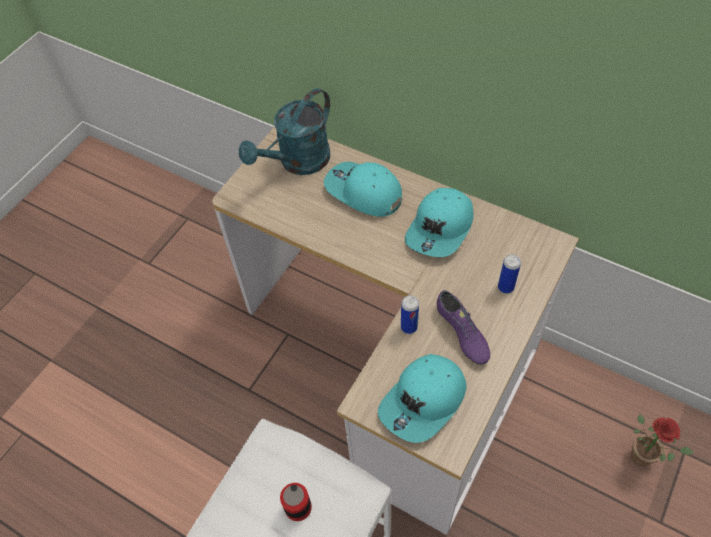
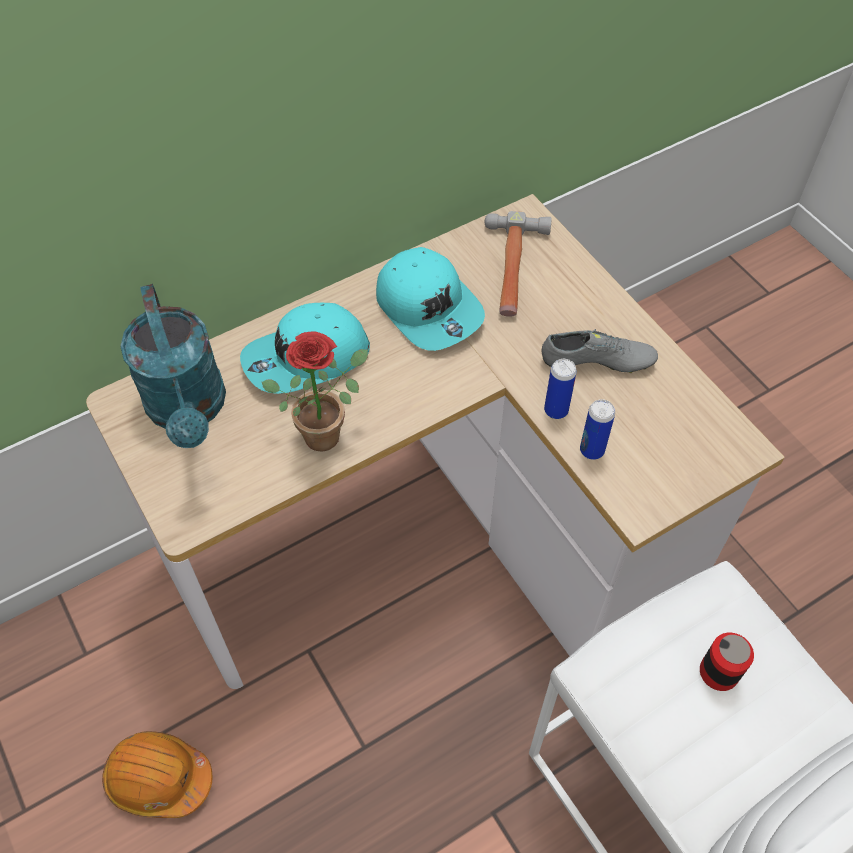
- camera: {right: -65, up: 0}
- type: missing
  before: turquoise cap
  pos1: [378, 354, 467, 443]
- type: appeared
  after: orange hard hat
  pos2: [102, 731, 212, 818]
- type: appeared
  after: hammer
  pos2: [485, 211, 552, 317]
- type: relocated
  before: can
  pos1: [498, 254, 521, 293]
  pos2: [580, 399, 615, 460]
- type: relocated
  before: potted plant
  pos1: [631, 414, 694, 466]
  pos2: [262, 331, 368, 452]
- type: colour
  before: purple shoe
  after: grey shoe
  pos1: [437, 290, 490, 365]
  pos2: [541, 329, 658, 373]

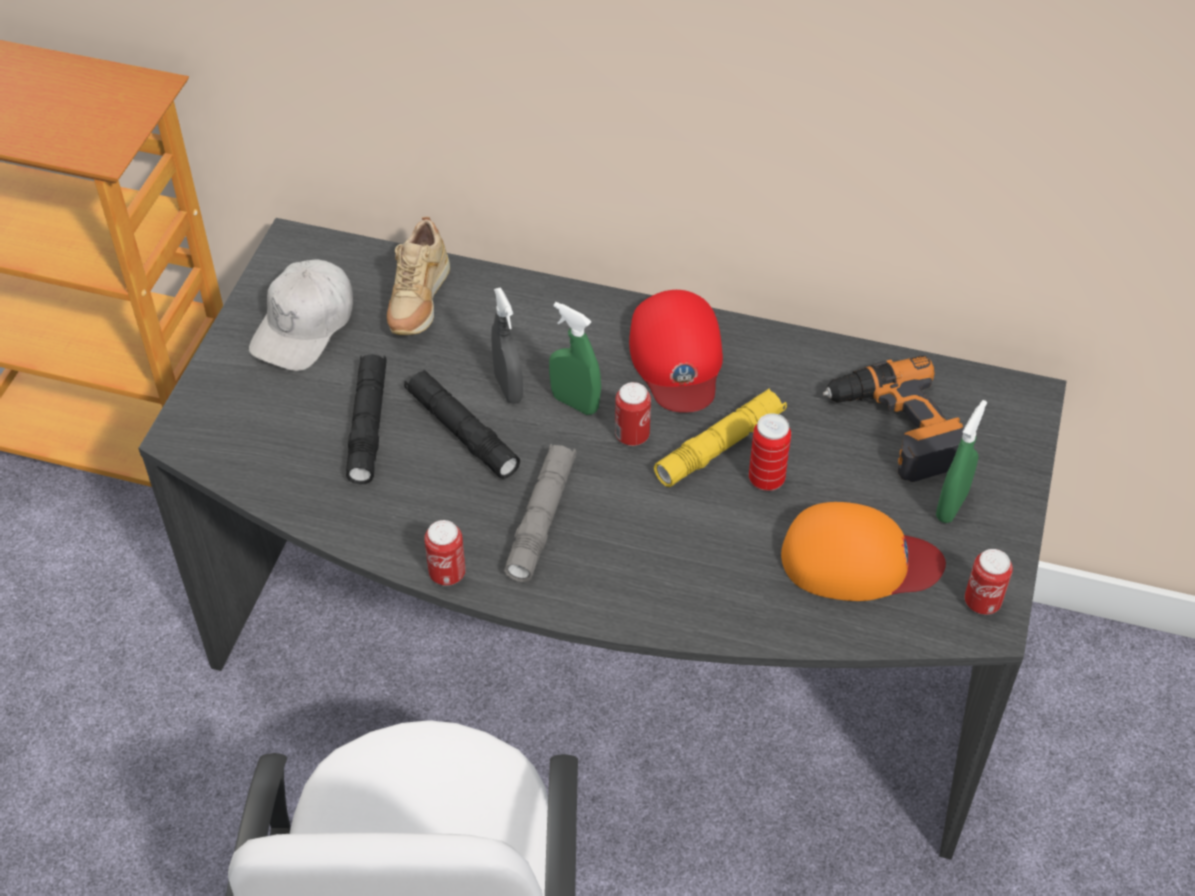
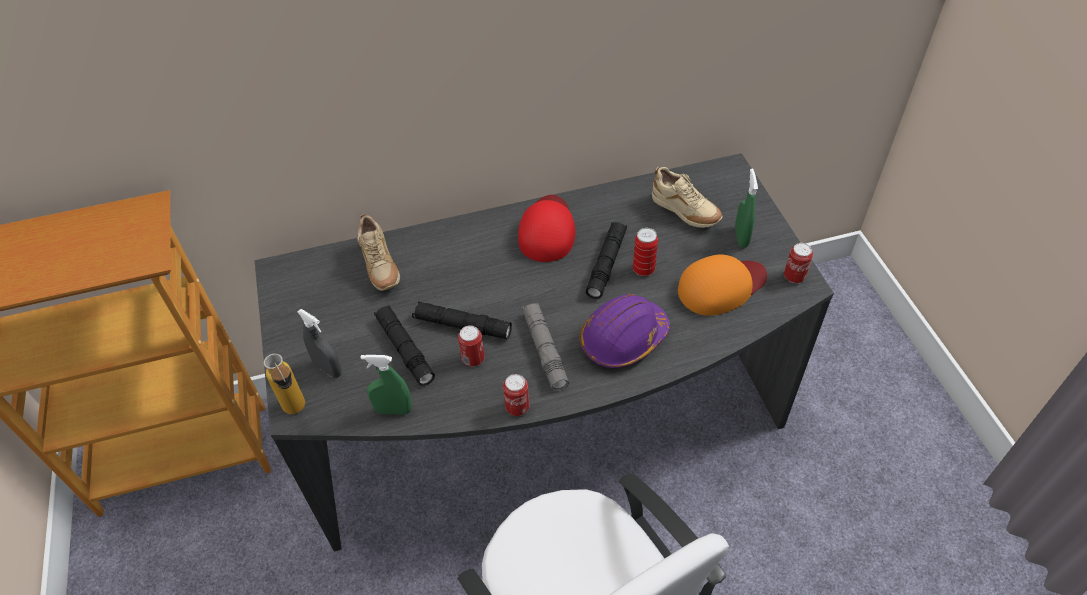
- camera: {right: -30, up: 0}
- type: missing
  before: white cap
  pos1: [249, 259, 353, 371]
- type: appeared
  after: bottle
  pos2: [264, 353, 305, 414]
- type: appeared
  after: purple hard hat
  pos2: [579, 294, 670, 368]
- type: relocated
  before: grey spray bottle
  pos1: [491, 287, 523, 404]
  pos2: [297, 309, 342, 378]
- type: relocated
  before: green spray bottle
  pos1: [549, 302, 601, 415]
  pos2: [361, 355, 412, 415]
- type: relocated
  before: can
  pos1: [615, 382, 651, 446]
  pos2: [458, 325, 485, 367]
- type: exchanged
  before: power drill
  after: beige shoe
  pos1: [823, 355, 965, 482]
  pos2: [652, 167, 723, 228]
- type: colour
  before: yellow flashlight
  after: black flashlight
  pos1: [654, 388, 787, 487]
  pos2: [586, 222, 627, 299]
- type: spun
  before: red cap
  pos1: [629, 290, 723, 413]
  pos2: [518, 195, 576, 262]
  turn: -135

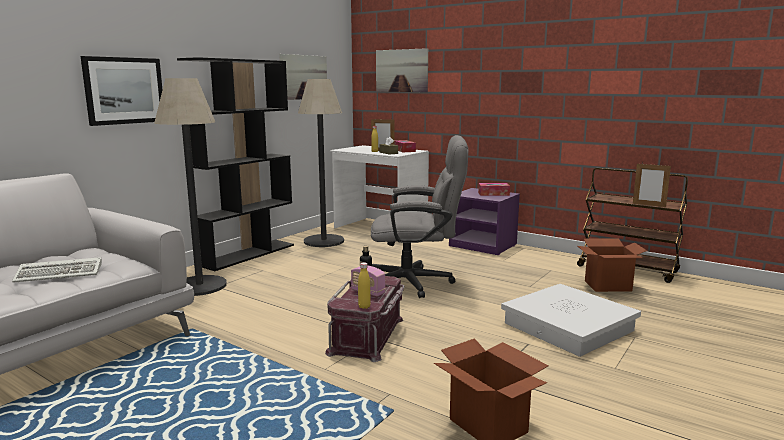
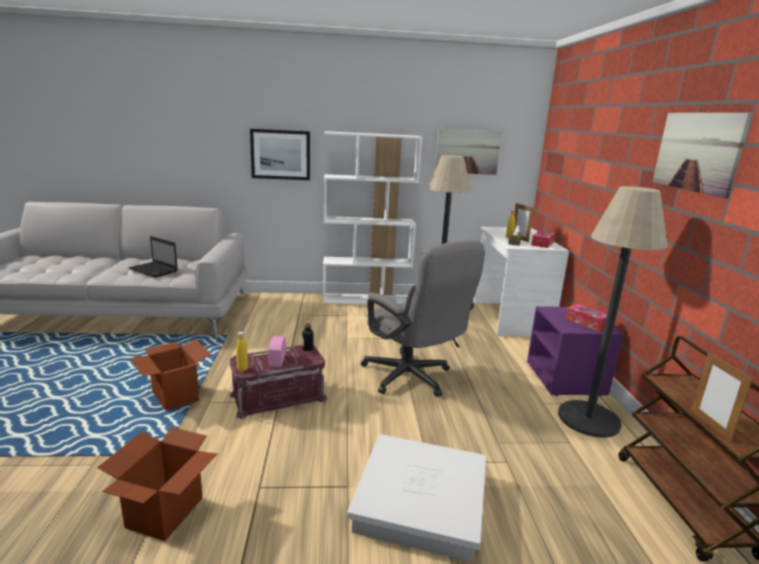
- camera: {right: 50, up: 5}
- type: relocated
  before: floor lamp
  pos1: [154, 78, 227, 296]
  pos2: [558, 186, 668, 438]
- type: relocated
  before: picture
  pos1: [376, 48, 428, 92]
  pos2: [652, 113, 753, 198]
- type: relocated
  before: cardboard box
  pos1: [578, 239, 647, 292]
  pos2: [130, 339, 211, 411]
- type: exchanged
  before: keyboard
  after: laptop
  pos1: [12, 257, 102, 283]
  pos2: [128, 236, 178, 278]
- type: colour
  before: black bookcase
  after: white bookcase
  pos1: [177, 57, 294, 271]
  pos2: [323, 131, 422, 305]

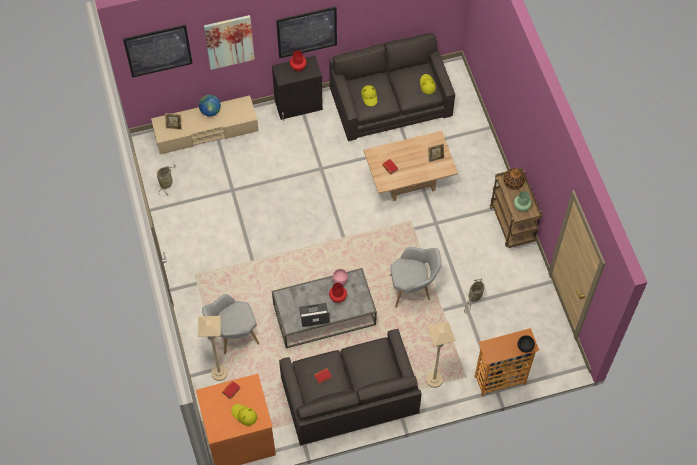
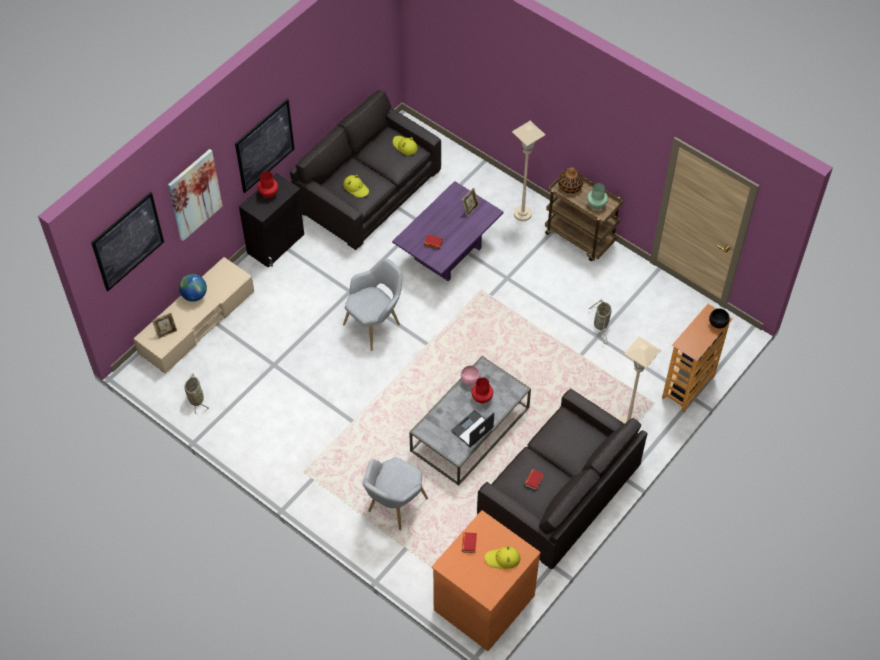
- camera: {right: -35, up: -5}
- type: relocated
  before: beige floor lamp
  pos1: [198, 316, 228, 381]
  pos2: [512, 121, 545, 221]
- type: relocated
  before: grey armchair
  pos1: [390, 247, 442, 308]
  pos2: [343, 259, 403, 351]
- type: colour
  before: beige coffee table
  after: purple coffee table
  pos1: [364, 131, 458, 201]
  pos2: [392, 181, 504, 281]

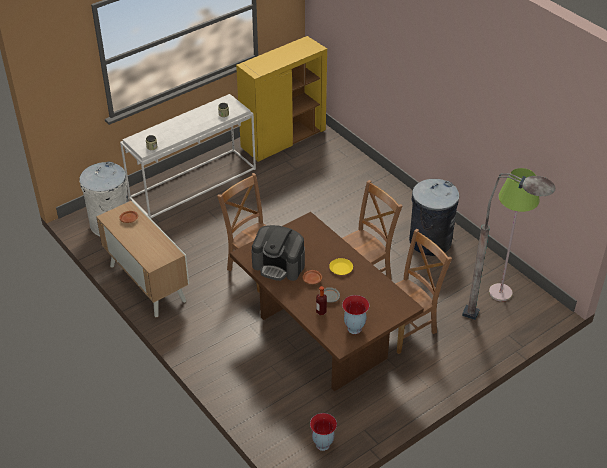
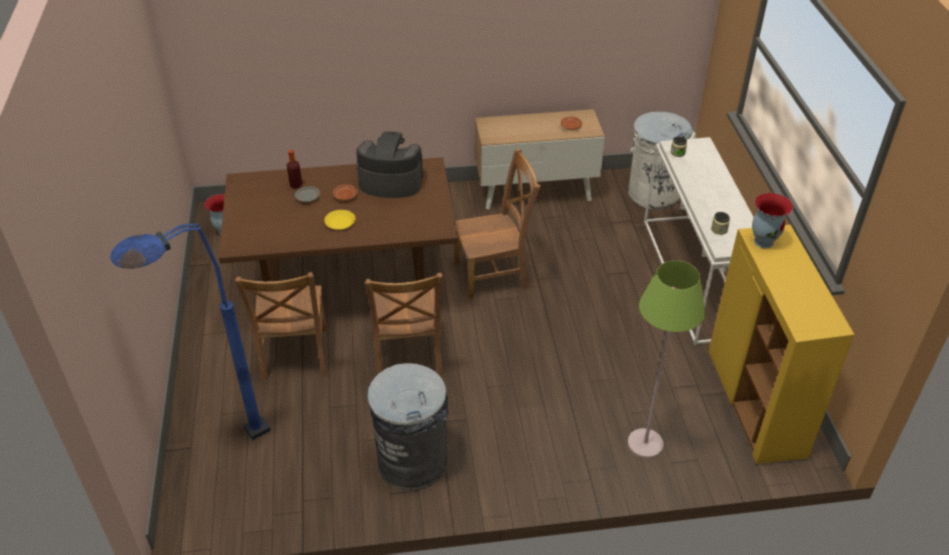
- camera: {right: 120, up: 0}
- type: relocated
  before: vase
  pos1: [342, 295, 369, 334]
  pos2: [752, 193, 793, 248]
- type: relocated
  before: green floor lamp
  pos1: [489, 168, 540, 301]
  pos2: [628, 260, 705, 459]
- type: colour
  before: grey floor lamp
  after: blue floor lamp
  pos1: [462, 173, 555, 320]
  pos2: [110, 223, 271, 440]
- type: spun
  before: coffee machine
  pos1: [251, 225, 305, 281]
  pos2: [356, 131, 423, 198]
  turn: 45

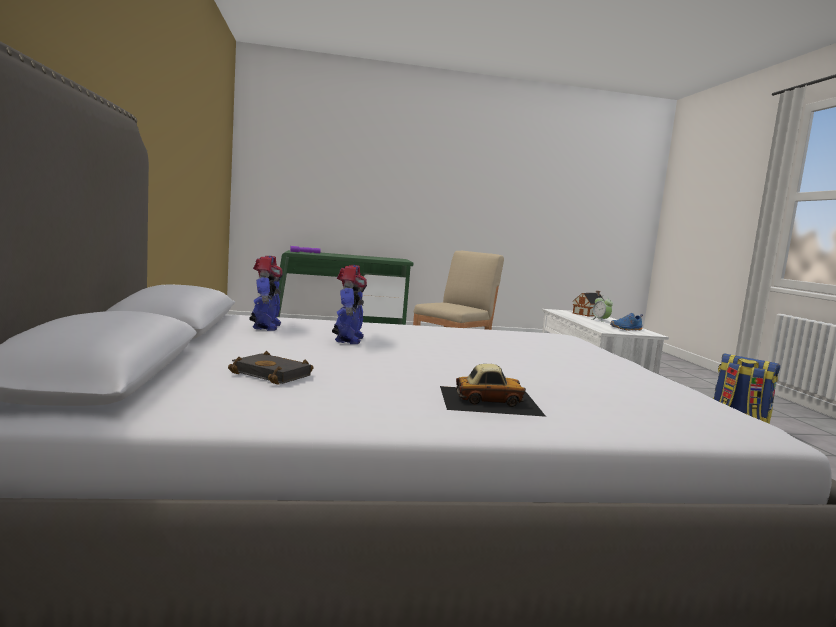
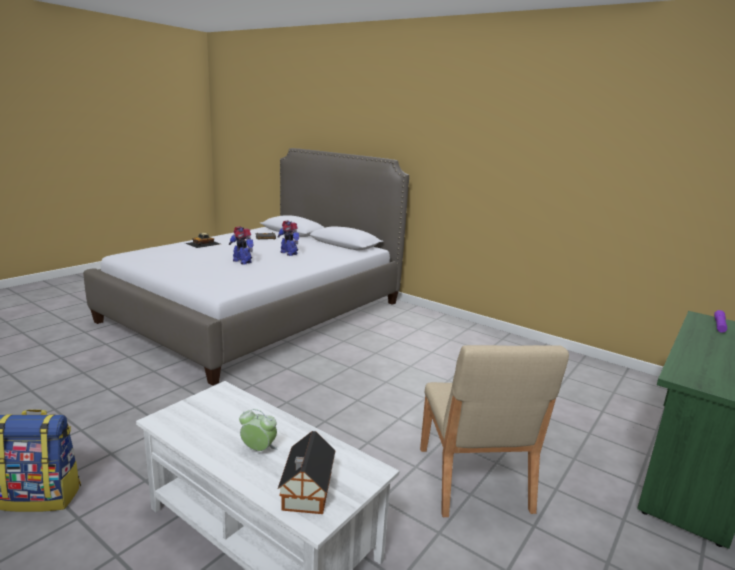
- camera: {right: 135, up: 10}
- type: missing
  before: blue shoe
  pos1: [610, 313, 643, 331]
- type: relocated
  before: toy robot
  pos1: [249, 255, 283, 331]
  pos2: [229, 226, 253, 265]

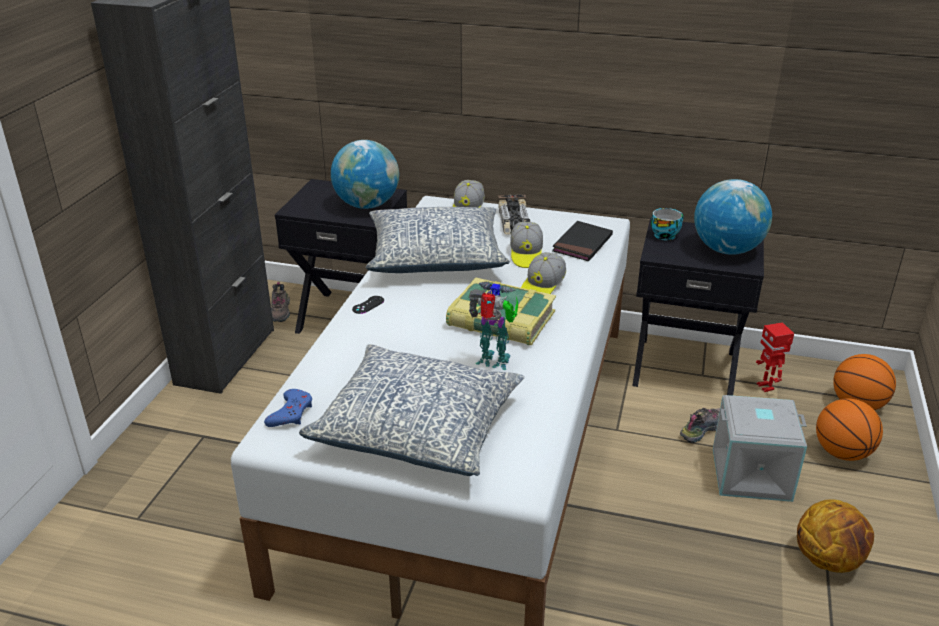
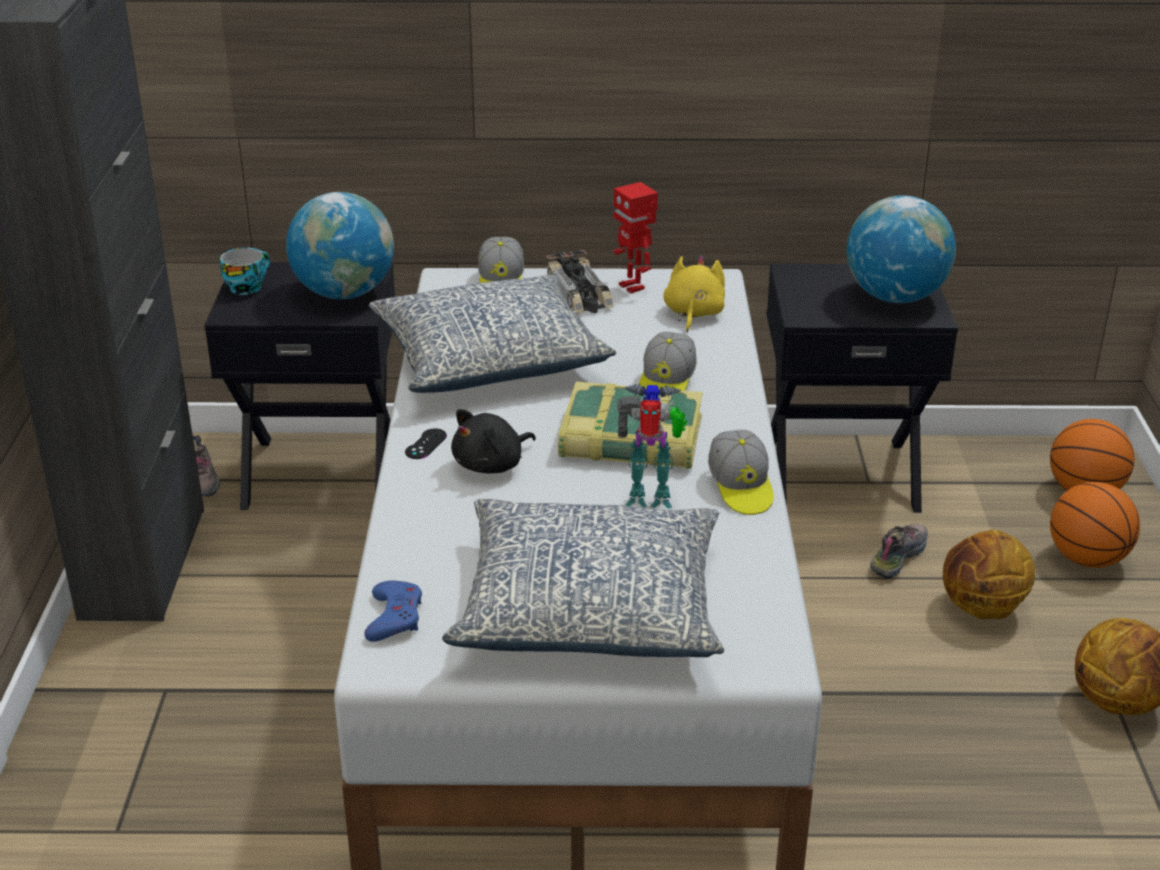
- camera: {right: -15, up: 0}
- type: appeared
  after: black plush toy
  pos2: [451, 409, 536, 473]
- type: relocated
  before: cap
  pos1: [510, 222, 543, 268]
  pos2: [708, 430, 774, 515]
- type: relocated
  before: cup
  pos1: [651, 208, 684, 240]
  pos2: [220, 248, 270, 295]
- type: relocated
  before: toy robot
  pos1: [756, 322, 794, 392]
  pos2: [613, 182, 658, 294]
- type: exchanged
  before: black book
  after: yellow plush toy
  pos1: [552, 221, 613, 261]
  pos2: [663, 255, 725, 332]
- type: exchanged
  before: grey storage box
  after: basketball
  pos1: [713, 395, 807, 502]
  pos2: [943, 530, 1035, 619]

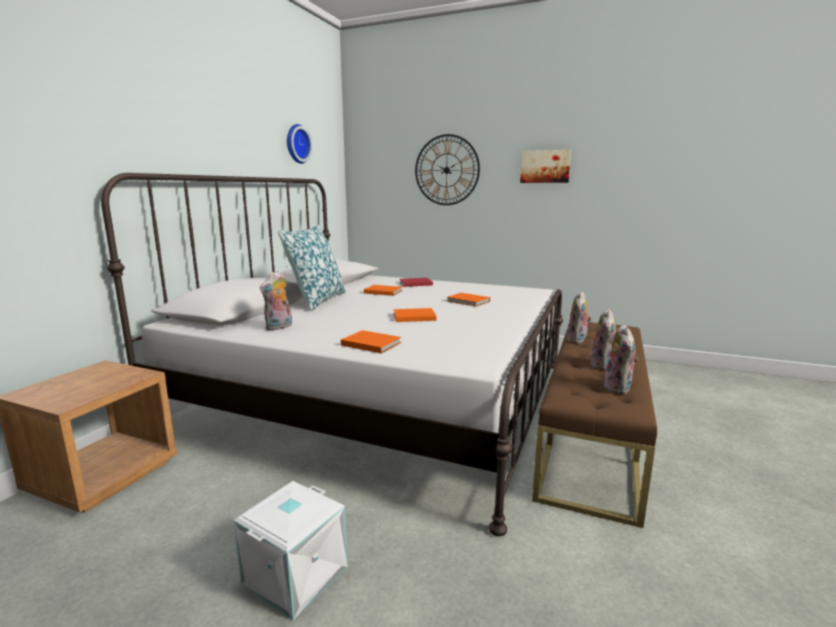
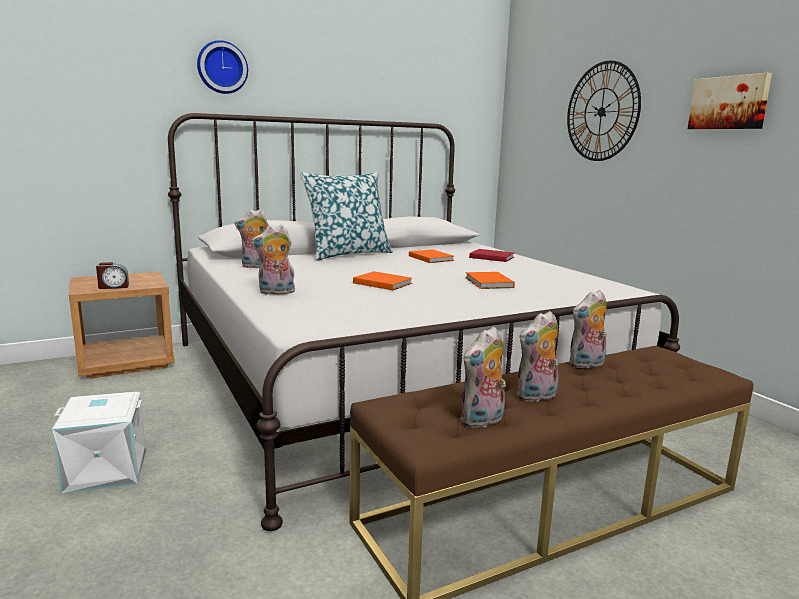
- camera: {right: 40, up: 0}
- type: appeared
  after: alarm clock
  pos2: [96, 262, 129, 289]
- type: relocated
  before: wall clock
  pos1: [287, 124, 312, 164]
  pos2: [197, 40, 248, 94]
- type: exchanged
  before: orange book
  after: plush toy
  pos1: [341, 330, 401, 353]
  pos2: [251, 224, 295, 295]

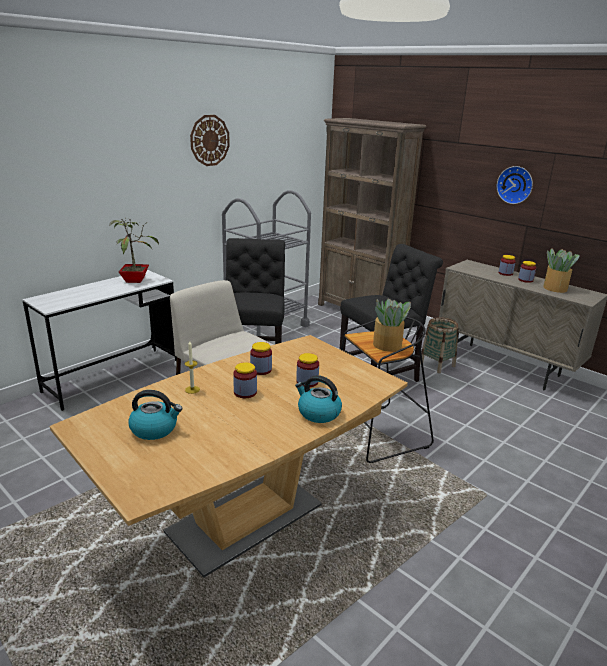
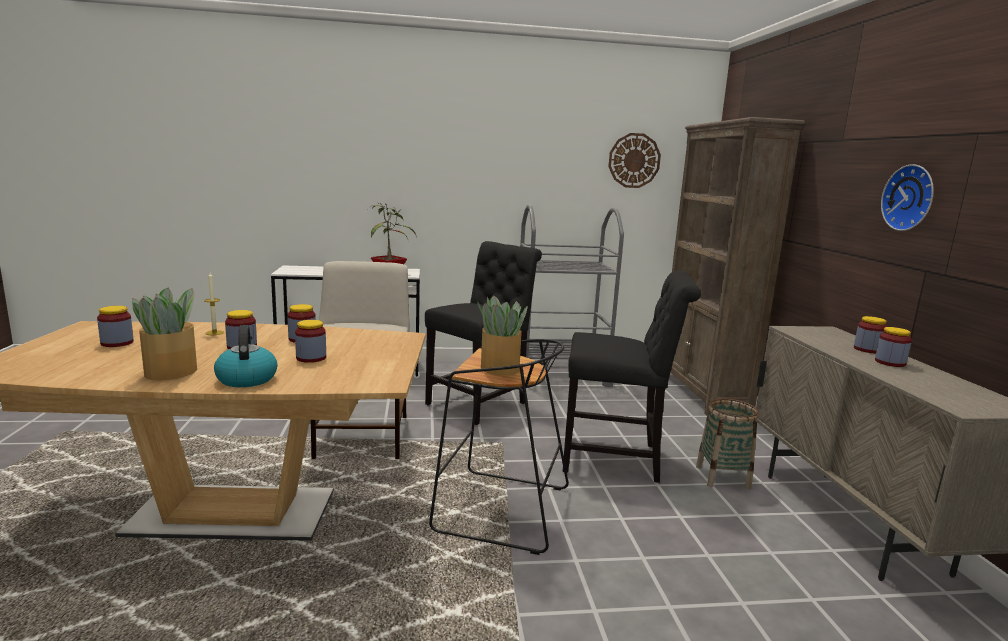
- camera: {right: 40, up: -10}
- type: relocated
  before: wall clock
  pos1: [190, 115, 230, 166]
  pos2: [608, 133, 661, 188]
- type: relocated
  before: potted plant
  pos1: [543, 248, 580, 293]
  pos2: [132, 288, 197, 381]
- type: exchanged
  before: kettle
  after: jar
  pos1: [128, 390, 182, 440]
  pos2: [97, 306, 134, 347]

